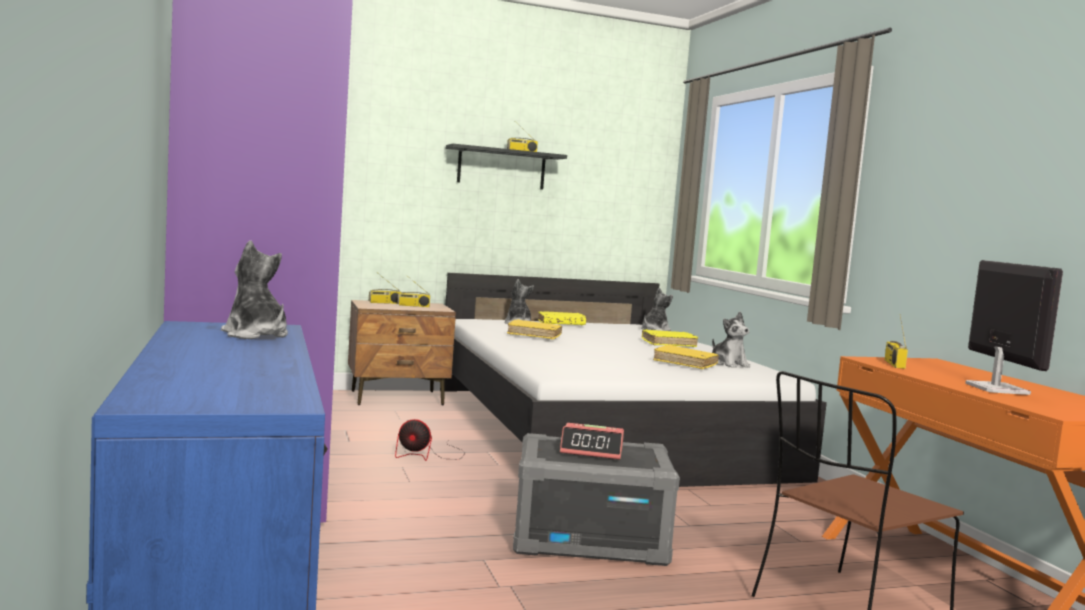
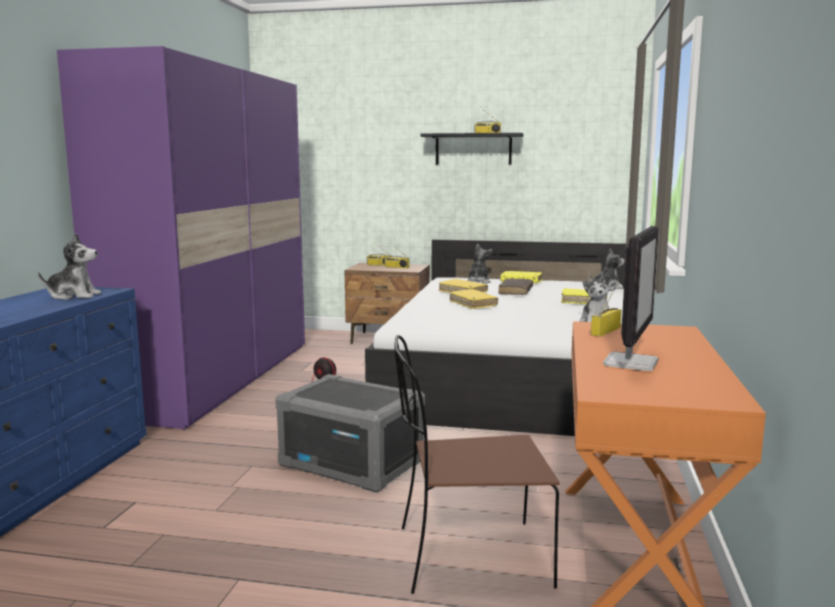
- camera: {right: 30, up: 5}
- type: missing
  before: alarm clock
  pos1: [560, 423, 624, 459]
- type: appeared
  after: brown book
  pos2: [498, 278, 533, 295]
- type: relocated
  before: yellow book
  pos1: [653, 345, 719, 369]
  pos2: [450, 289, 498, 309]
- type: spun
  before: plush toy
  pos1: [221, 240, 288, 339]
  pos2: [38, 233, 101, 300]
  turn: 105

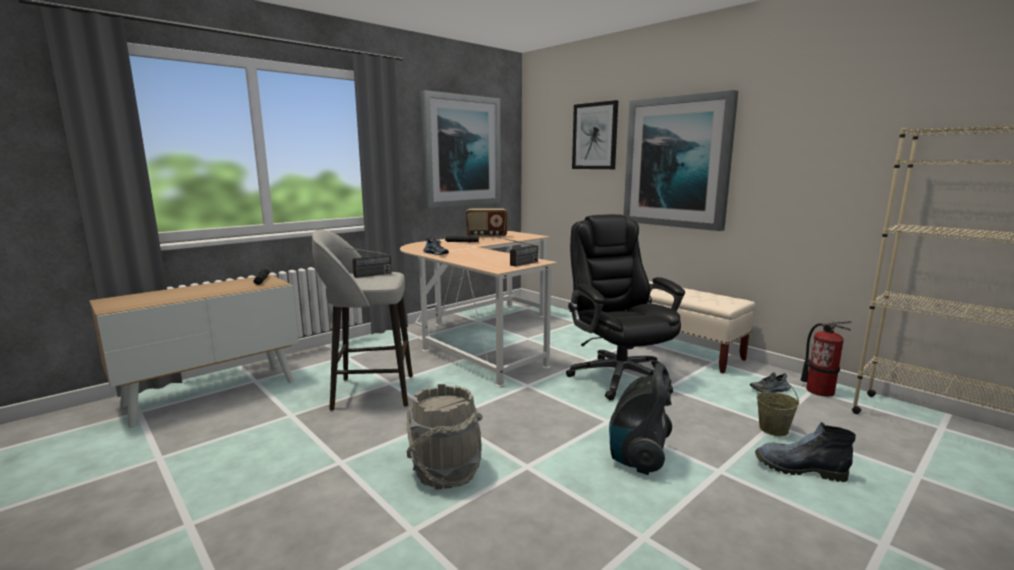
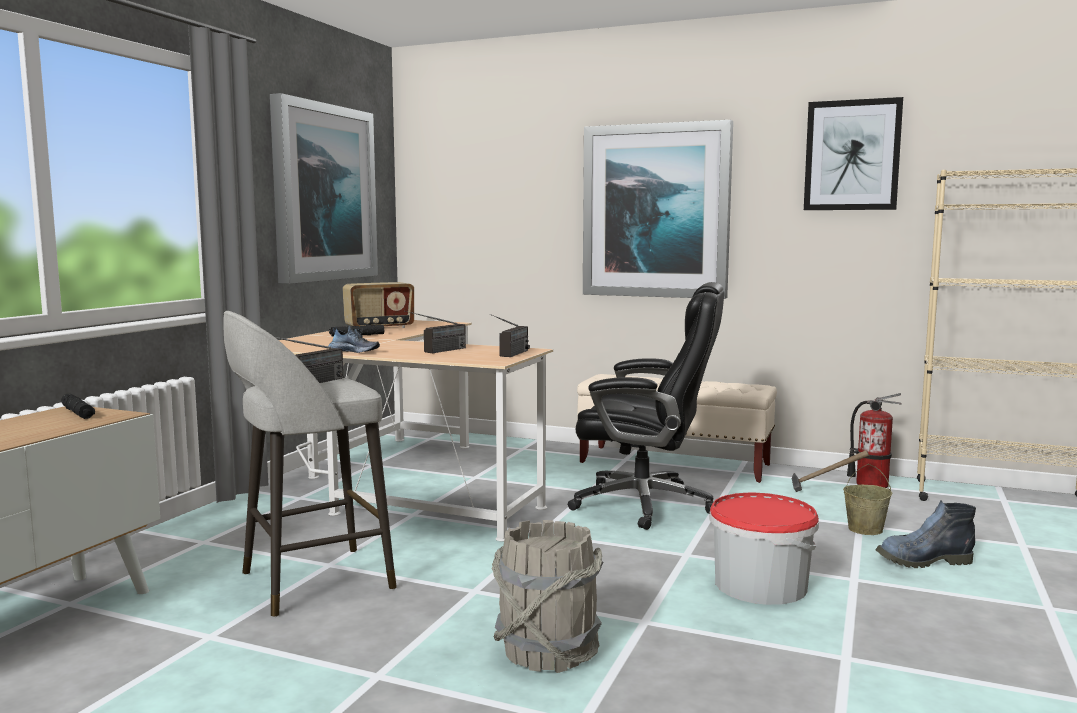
- camera: {right: -25, up: -5}
- type: appeared
  after: radio
  pos2: [404, 310, 466, 353]
- type: relocated
  before: picture
  pos1: [572, 100, 618, 169]
  pos2: [804, 97, 903, 210]
- type: exchanged
  before: vacuum cleaner
  after: bucket
  pos1: [609, 363, 672, 475]
  pos2: [709, 492, 819, 605]
- type: exchanged
  before: shoe
  after: hammer
  pos1: [750, 372, 791, 393]
  pos2: [792, 450, 869, 492]
- type: spun
  before: black office chair
  pos1: [566, 214, 685, 401]
  pos2: [568, 282, 725, 530]
  turn: 150

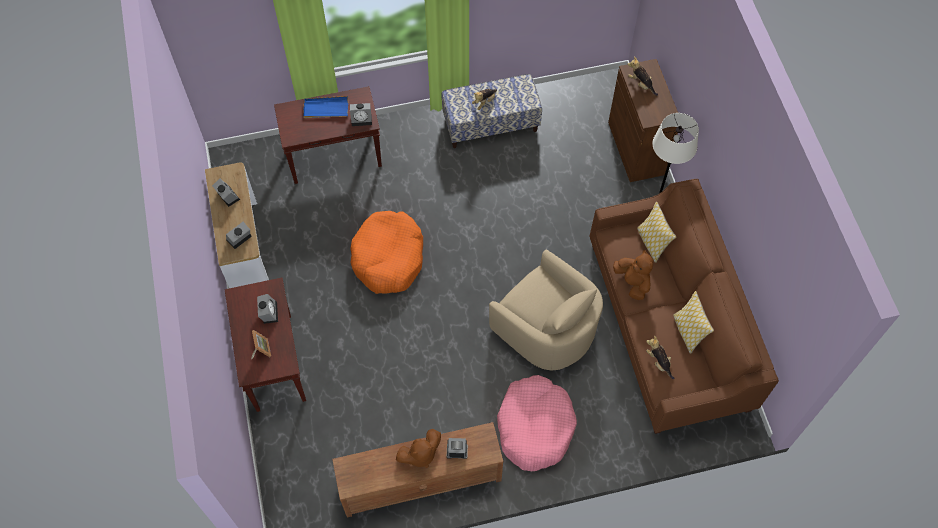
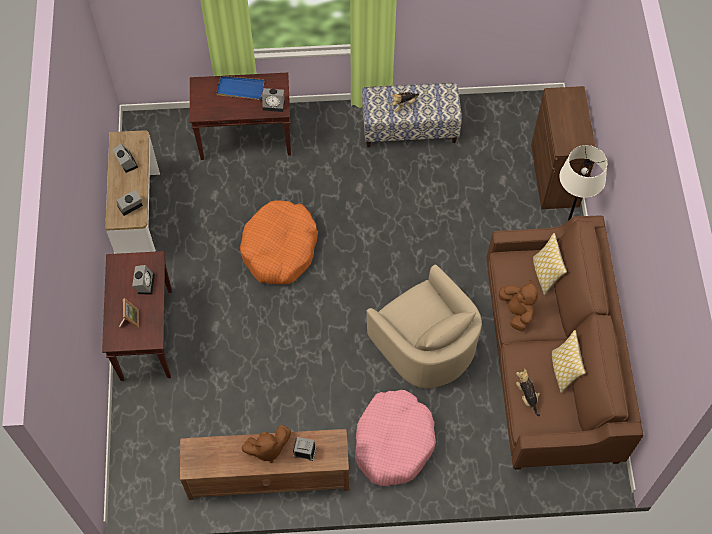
- camera: {right: 10, up: 0}
- type: missing
  before: plush toy
  pos1: [628, 56, 658, 96]

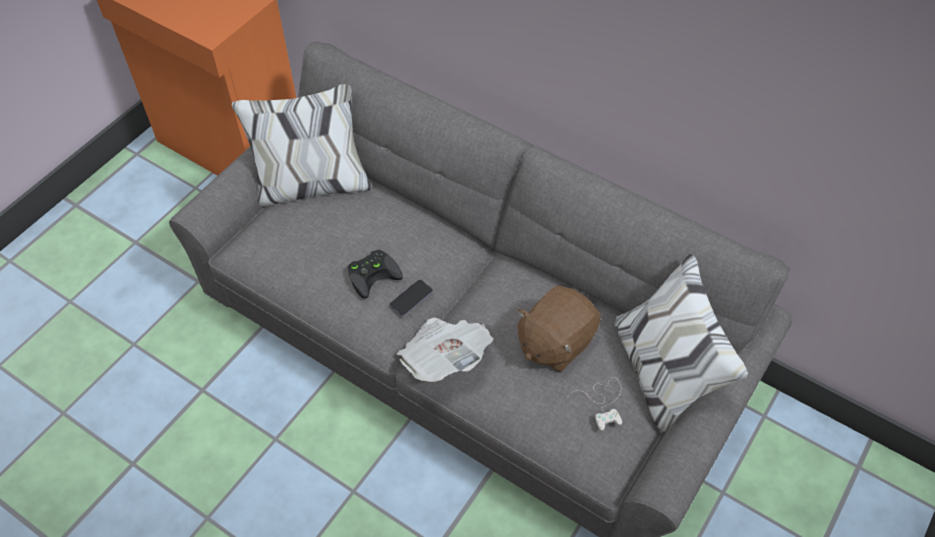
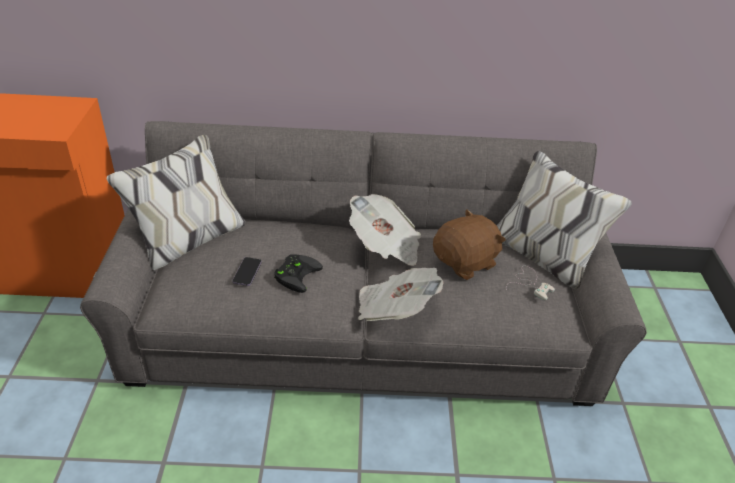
- camera: {right: -35, up: -15}
- type: appeared
  after: newspaper
  pos2: [349, 194, 421, 266]
- type: relocated
  before: phone
  pos1: [390, 279, 433, 316]
  pos2: [232, 257, 262, 286]
- type: spun
  before: brown plush toy
  pos1: [517, 286, 601, 372]
  pos2: [433, 209, 506, 280]
  turn: -135

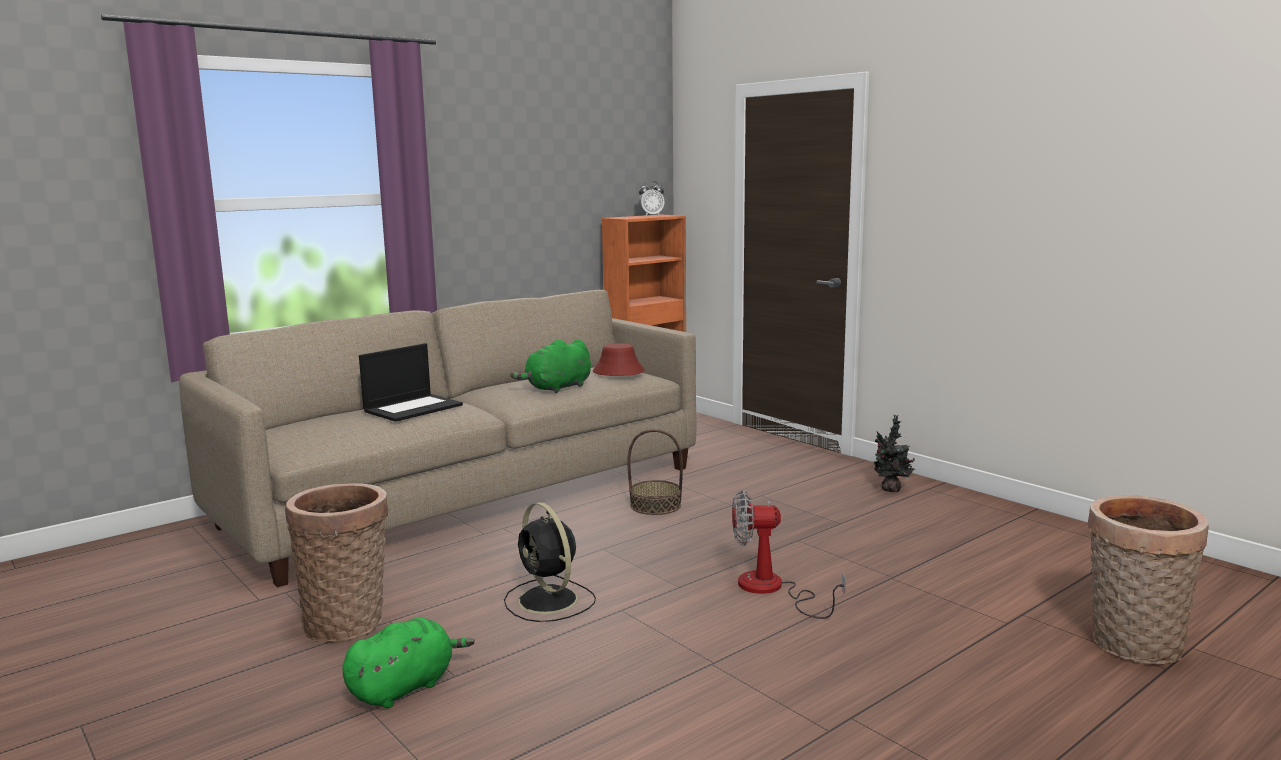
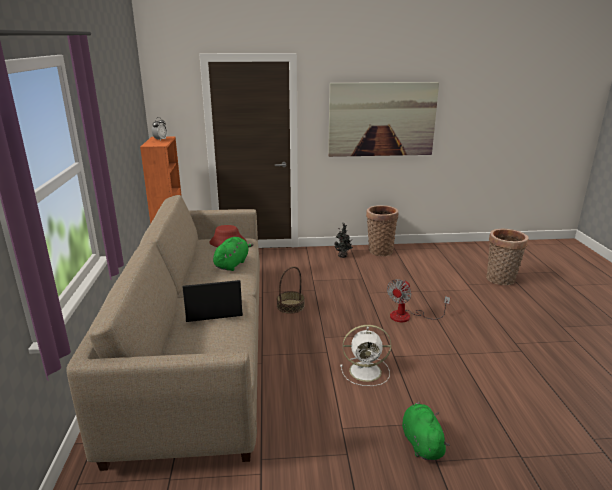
- camera: {right: -55, up: 10}
- type: appeared
  after: picture
  pos2: [328, 82, 439, 157]
- type: relocated
  before: basket
  pos1: [285, 483, 388, 643]
  pos2: [366, 205, 398, 256]
- type: colour
  before: black fan
  after: white fan
  pos1: [504, 502, 596, 622]
  pos2: [340, 325, 391, 386]
- type: spun
  before: laptop
  pos1: [359, 343, 463, 422]
  pos2: [183, 280, 243, 322]
  turn: -90
- type: spun
  before: green plush toy
  pos1: [510, 339, 591, 393]
  pos2: [213, 237, 254, 271]
  turn: -150

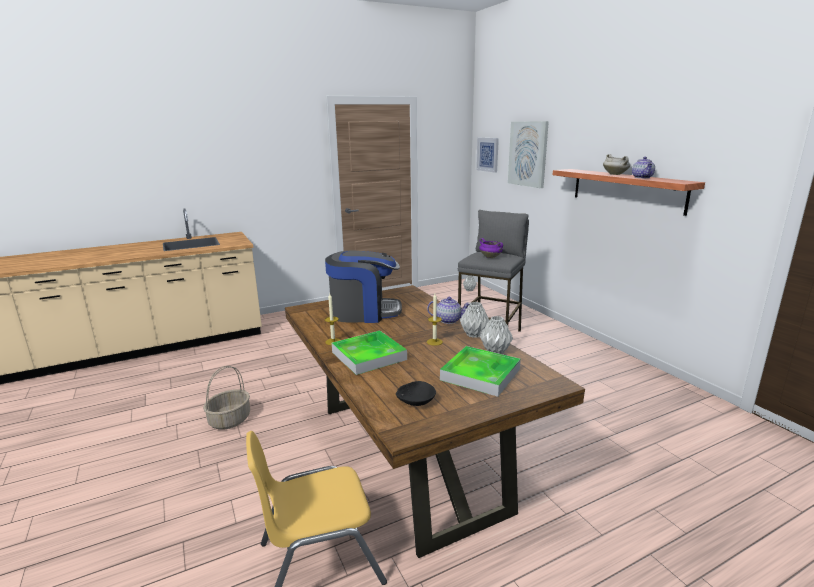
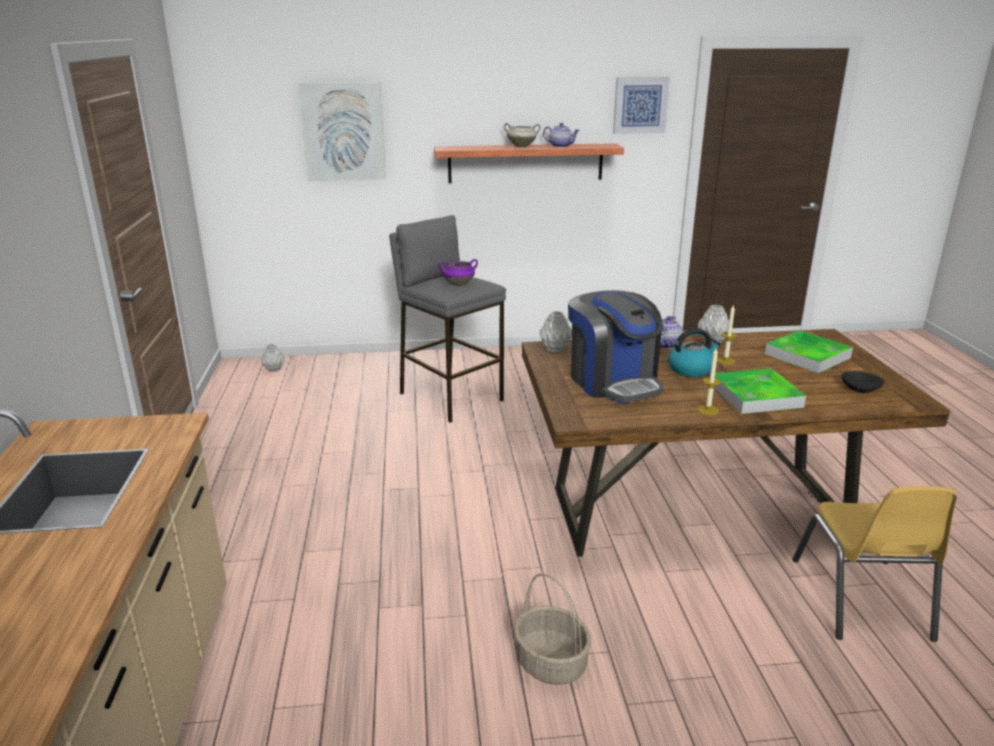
- camera: {right: -70, up: 5}
- type: appeared
  after: kettle
  pos2: [668, 328, 721, 377]
- type: relocated
  before: picture
  pos1: [476, 138, 499, 173]
  pos2: [613, 77, 670, 134]
- type: relocated
  before: grey vase
  pos1: [480, 316, 513, 354]
  pos2: [539, 311, 572, 352]
- type: spun
  before: coffee machine
  pos1: [325, 250, 402, 323]
  pos2: [568, 290, 664, 403]
  turn: 135

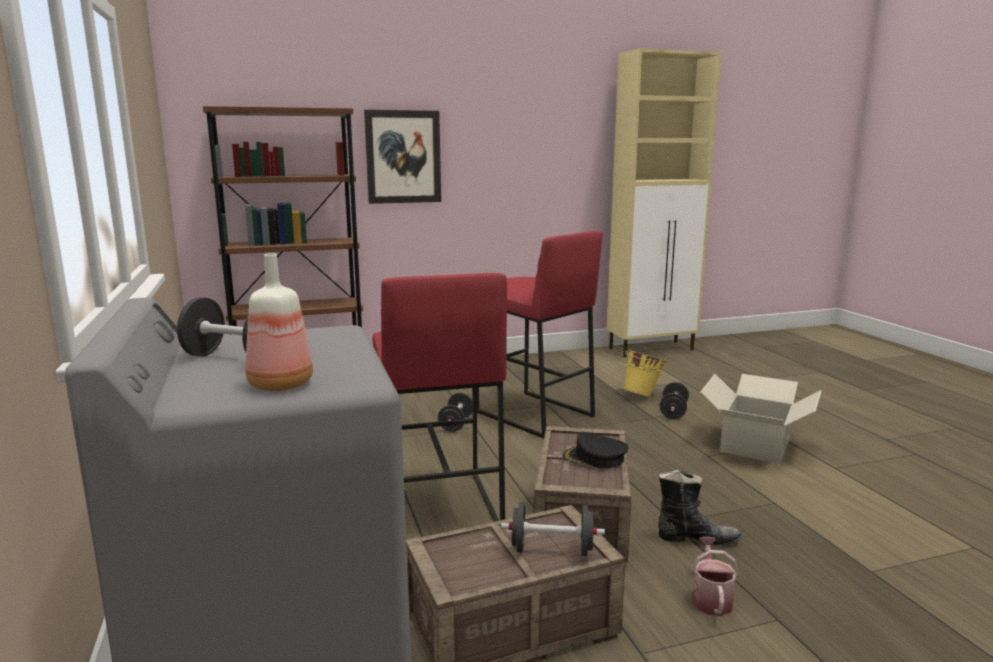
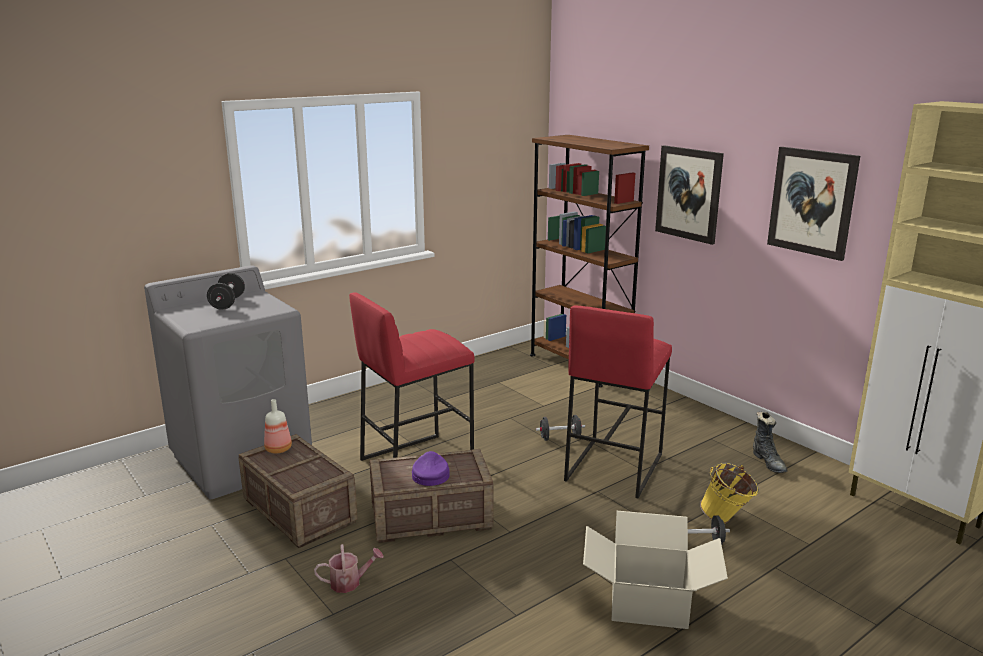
- camera: {right: 70, up: 5}
- type: missing
  before: black dumbbell
  pos1: [501, 502, 605, 556]
- type: appeared
  after: picture
  pos2: [767, 147, 860, 261]
- type: relocated
  before: bottle
  pos1: [245, 254, 313, 391]
  pos2: [264, 399, 292, 454]
- type: relocated
  before: black boot
  pos1: [658, 470, 742, 545]
  pos2: [753, 411, 787, 473]
- type: colour
  before: black cap
  after: purple cap
  pos1: [563, 432, 628, 468]
  pos2: [412, 451, 450, 486]

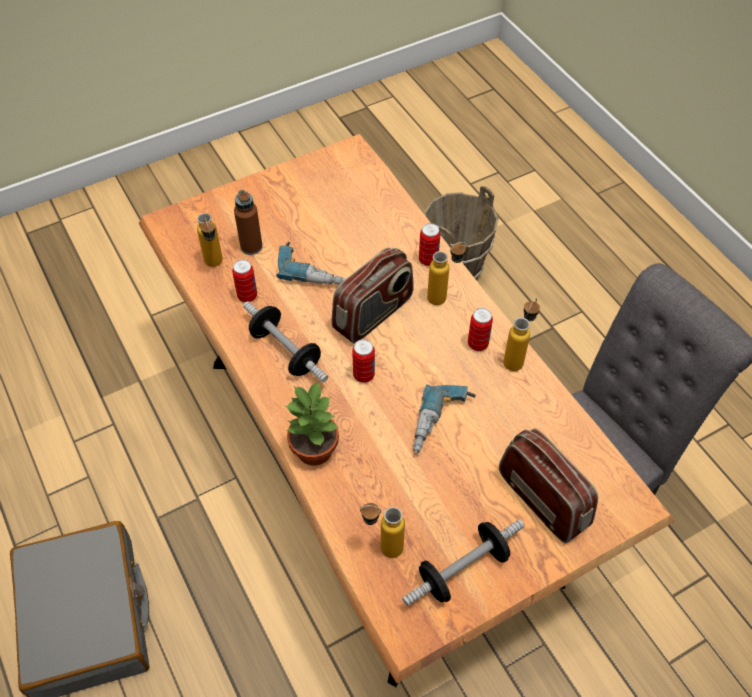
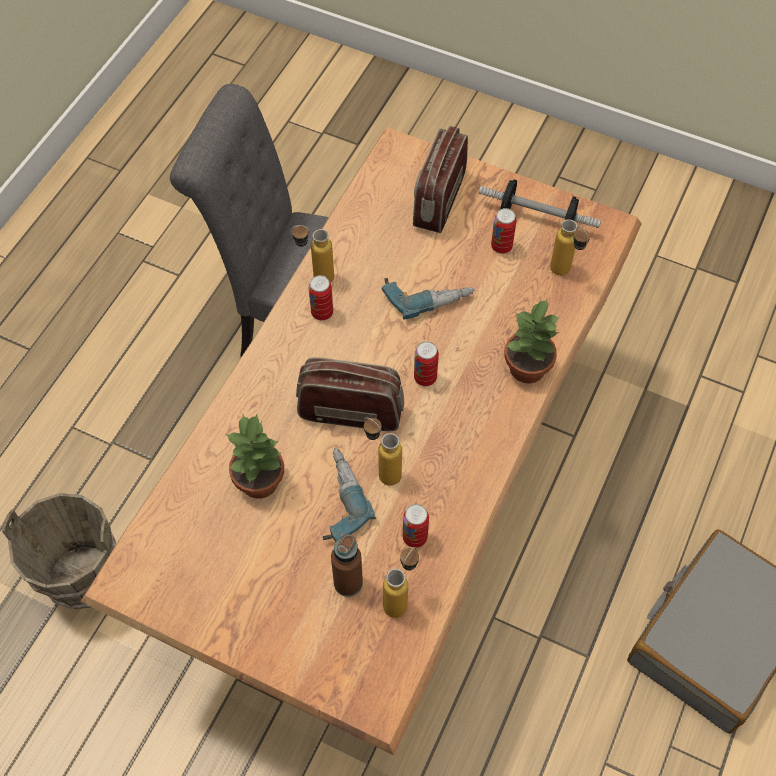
- camera: {right: -125, up: 5}
- type: missing
  before: dumbbell
  pos1: [243, 301, 328, 383]
- type: appeared
  after: potted plant
  pos2: [226, 415, 284, 499]
- type: relocated
  before: can
  pos1: [419, 223, 440, 266]
  pos2: [491, 208, 517, 254]
- type: relocated
  before: bottle
  pos1: [427, 242, 467, 305]
  pos2: [364, 417, 402, 486]

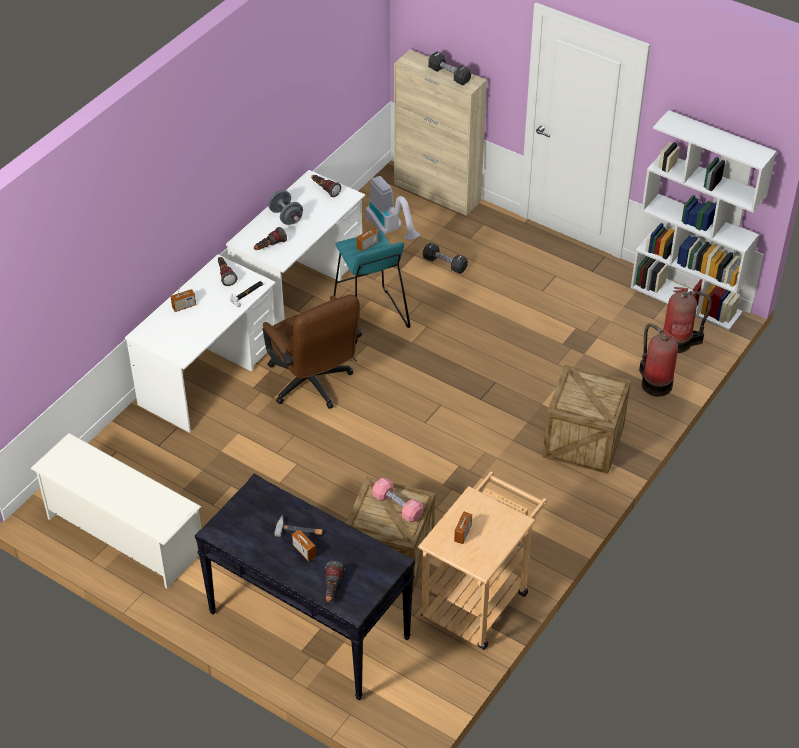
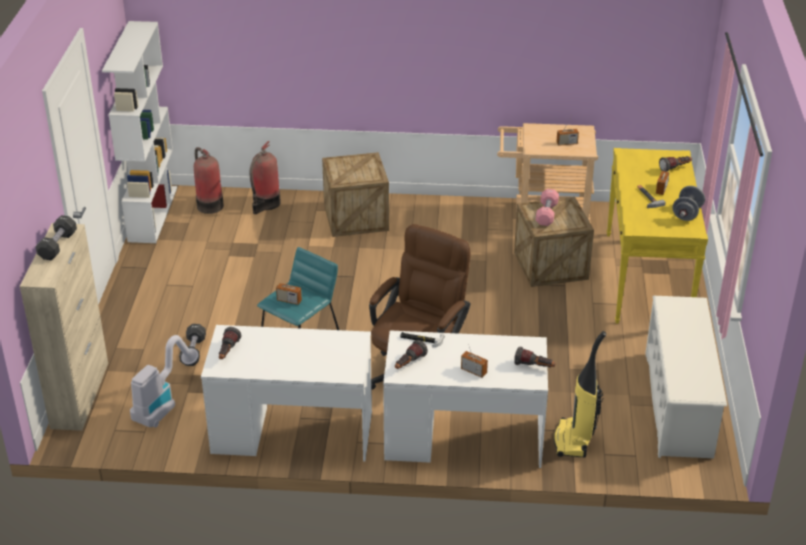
- camera: {right: -120, up: -10}
- type: appeared
  after: vacuum cleaner
  pos2: [554, 331, 606, 457]
- type: relocated
  before: flashlight
  pos1: [254, 227, 287, 250]
  pos2: [514, 347, 555, 367]
- type: relocated
  before: grey dumbbell
  pos1: [268, 190, 303, 225]
  pos2: [672, 186, 705, 221]
- type: colour
  before: black console table
  after: yellow console table
  pos1: [195, 474, 415, 700]
  pos2: [607, 148, 708, 324]

